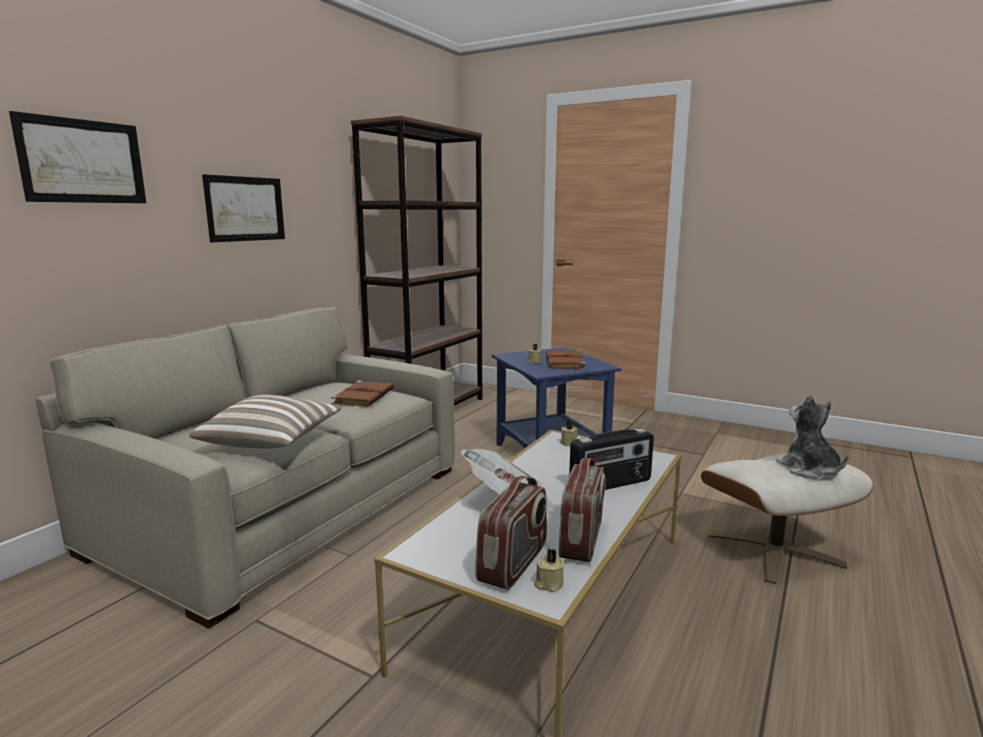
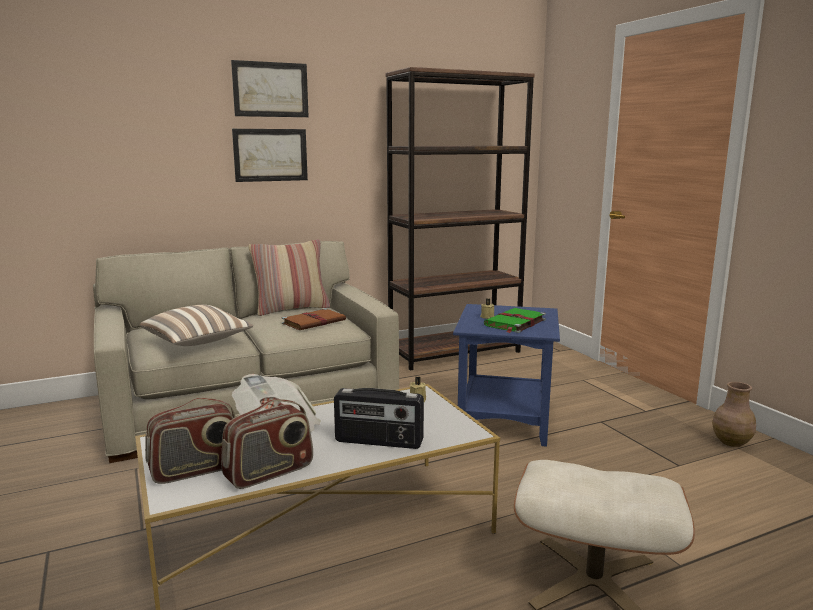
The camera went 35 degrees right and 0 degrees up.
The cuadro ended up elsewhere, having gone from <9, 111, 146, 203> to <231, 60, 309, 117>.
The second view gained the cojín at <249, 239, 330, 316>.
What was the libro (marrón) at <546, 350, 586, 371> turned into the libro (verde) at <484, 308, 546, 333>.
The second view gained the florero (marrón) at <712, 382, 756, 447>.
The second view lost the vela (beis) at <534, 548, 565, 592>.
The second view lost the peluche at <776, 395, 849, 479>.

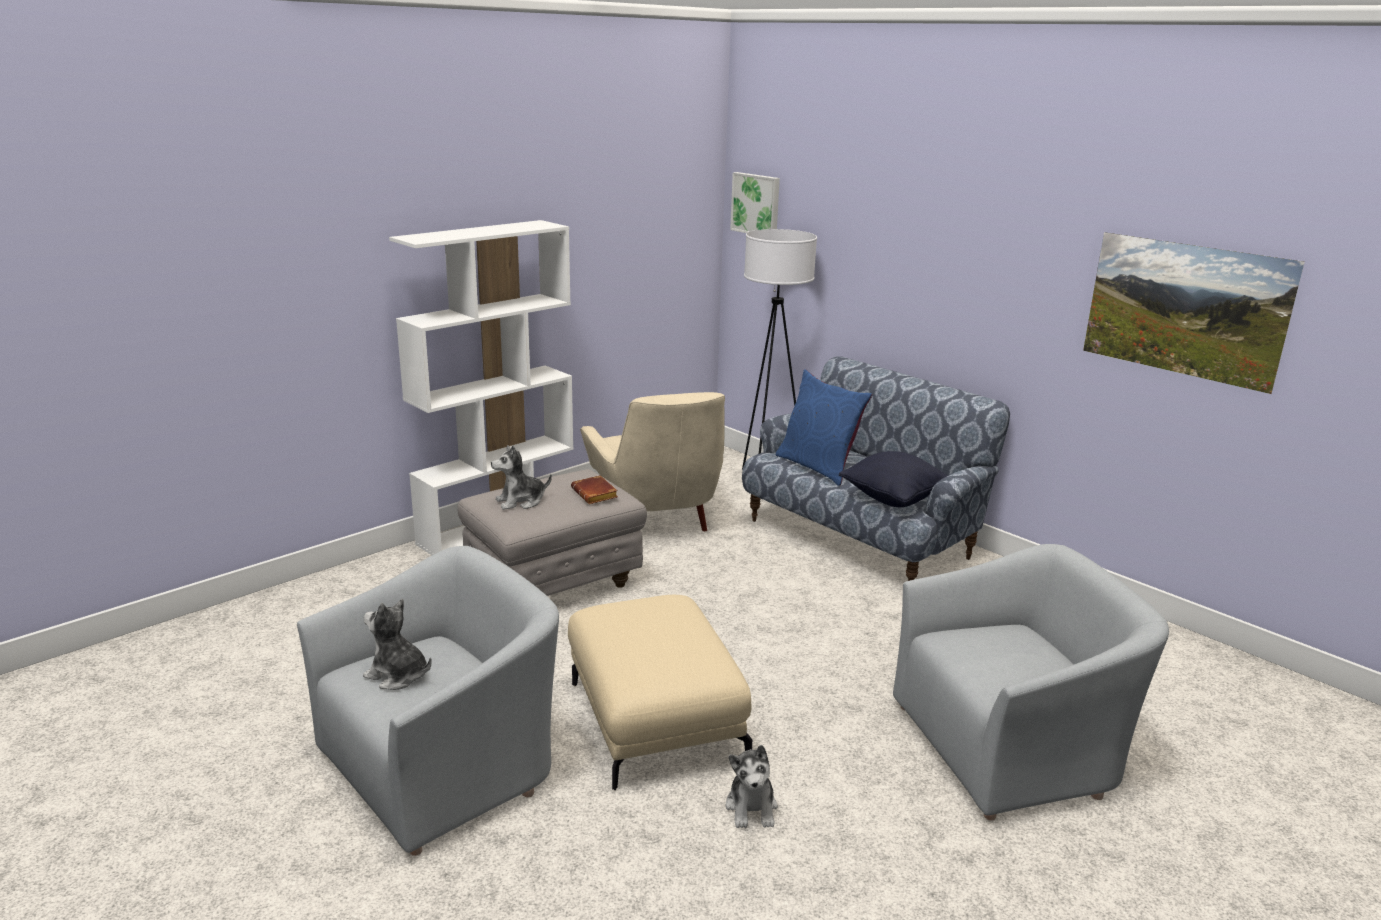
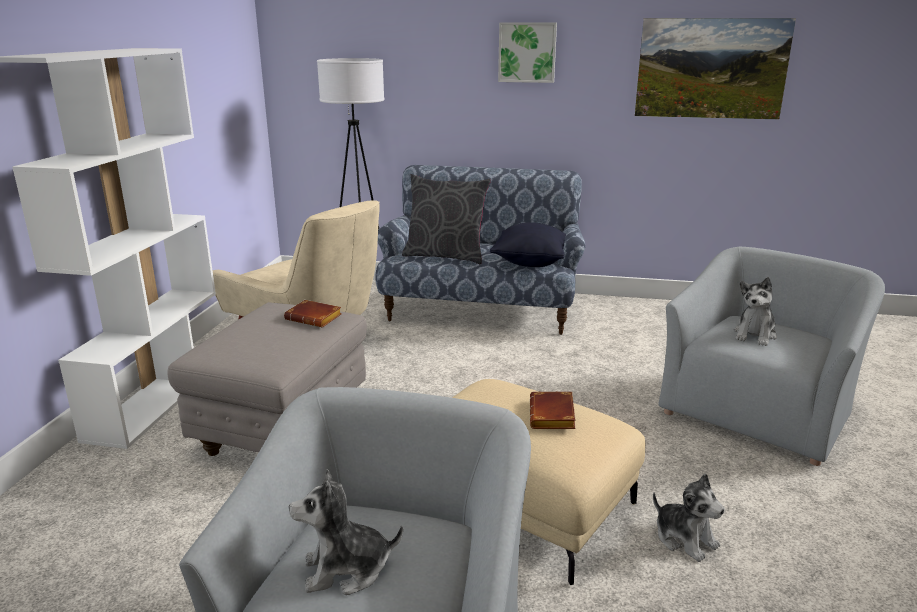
The camera went 35 degrees left and 0 degrees up.
What was the cojín (azul) at <776, 369, 872, 486> turned into the cojín (gris) at <402, 174, 491, 264>.
The cuadro ended up elsewhere, having gone from <730, 172, 780, 233> to <498, 22, 557, 83>.
The second view gained the libro (marrón) at <530, 391, 575, 429>.
The peluche ended up elsewhere, having gone from <491, 445, 552, 510> to <734, 277, 777, 346>.

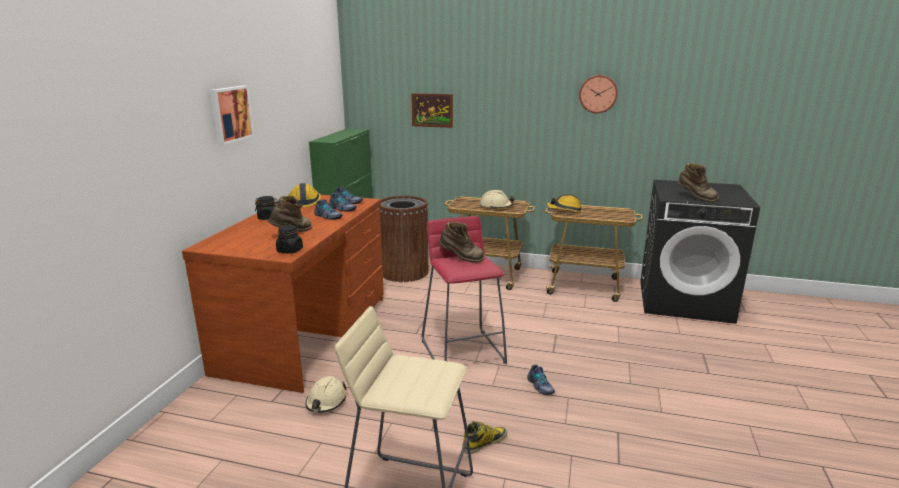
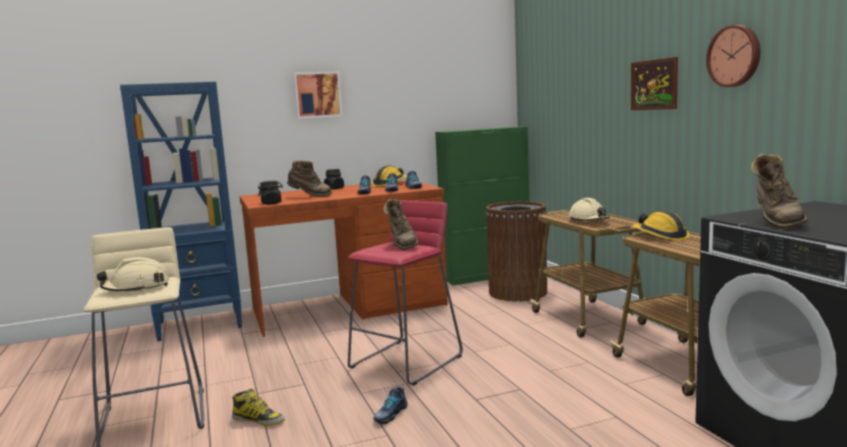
The camera went 55 degrees right and 10 degrees down.
The casco (beis) ended up elsewhere, having gone from <306, 376, 347, 413> to <96, 257, 170, 292>.
The second view gained the estantería (azul) at <120, 82, 242, 341>.
The cuadro ended up elsewhere, having gone from <411, 93, 453, 128> to <631, 57, 678, 110>.

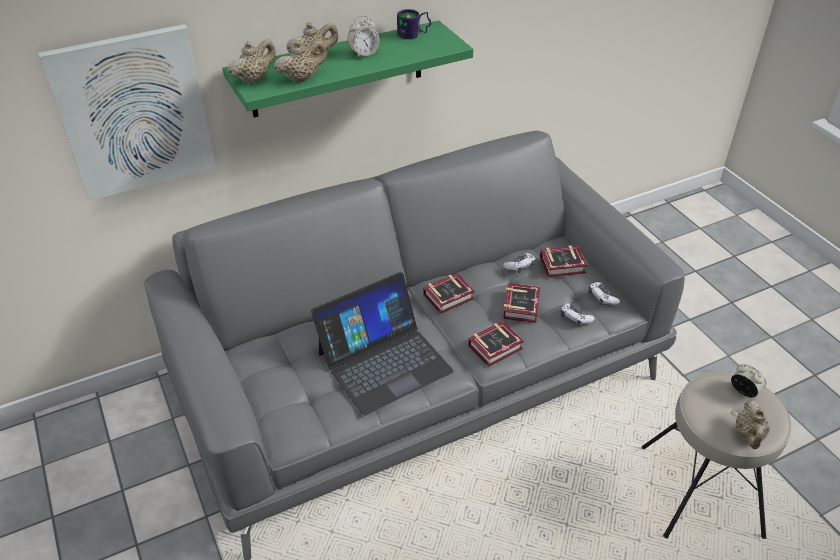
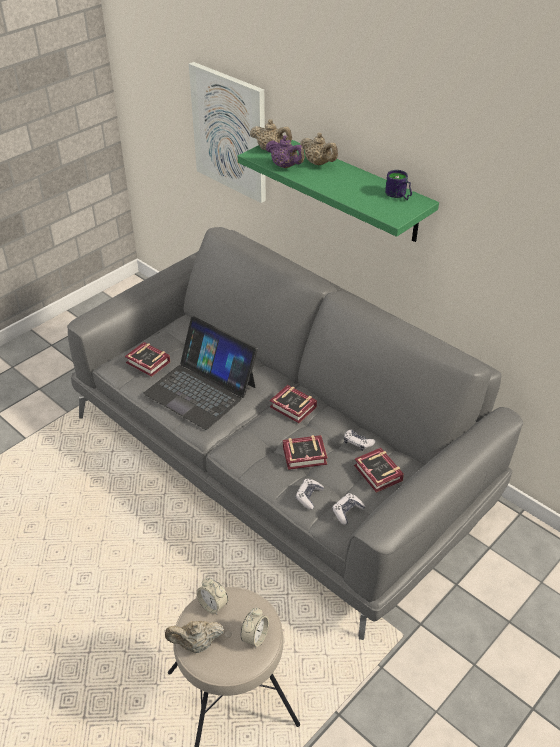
The camera went 70 degrees right and 0 degrees up.
The libro ended up elsewhere, having gone from <468, 321, 524, 367> to <125, 342, 170, 377>.
The despertador ended up elsewhere, having gone from <347, 16, 379, 58> to <196, 578, 228, 615>.
What was the tetera (beis) at <274, 40, 327, 82> turned into the tetera (morado) at <266, 135, 305, 168>.

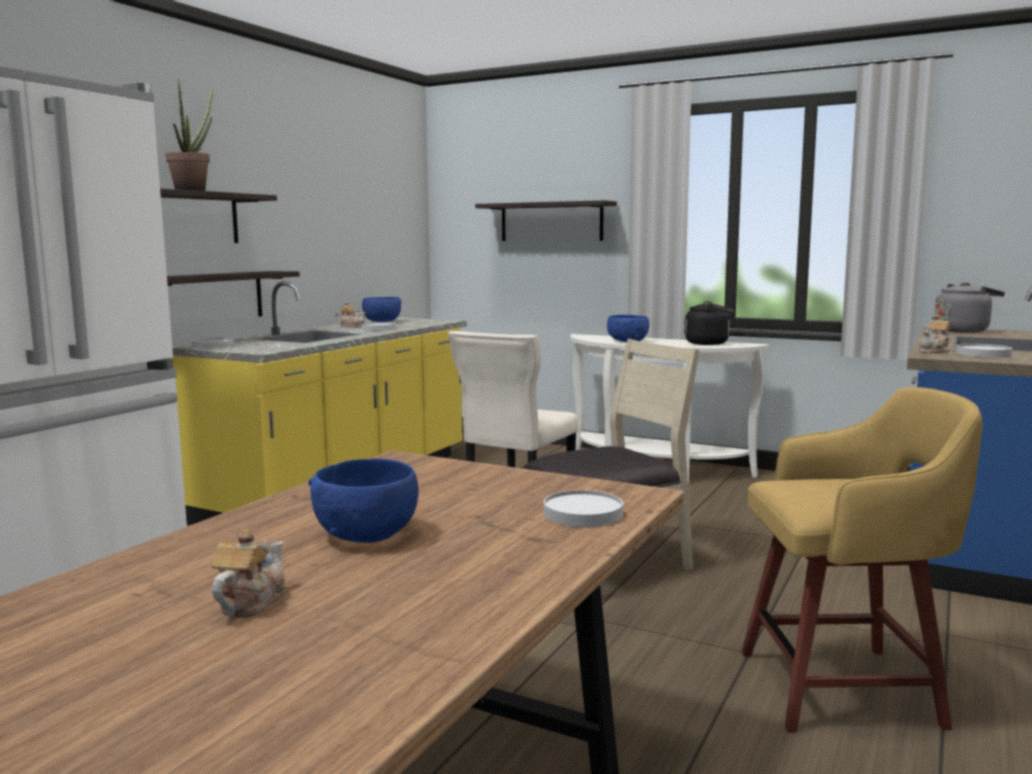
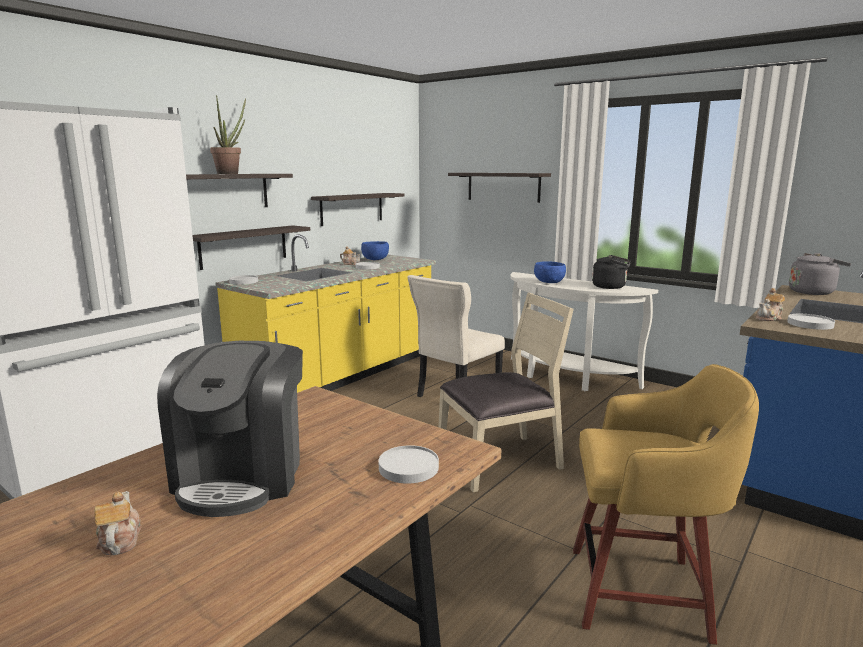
The camera went 10 degrees right and 5 degrees up.
The tetera at <212, 530, 286, 618> ended up facing another way, 45 degrees counterclockwise from before.
Where the cuenco (azul) stood at <308, 459, 418, 543>, the cafetera came to stand at <157, 341, 303, 517>.
The second view gained the estante at <311, 193, 404, 226>.

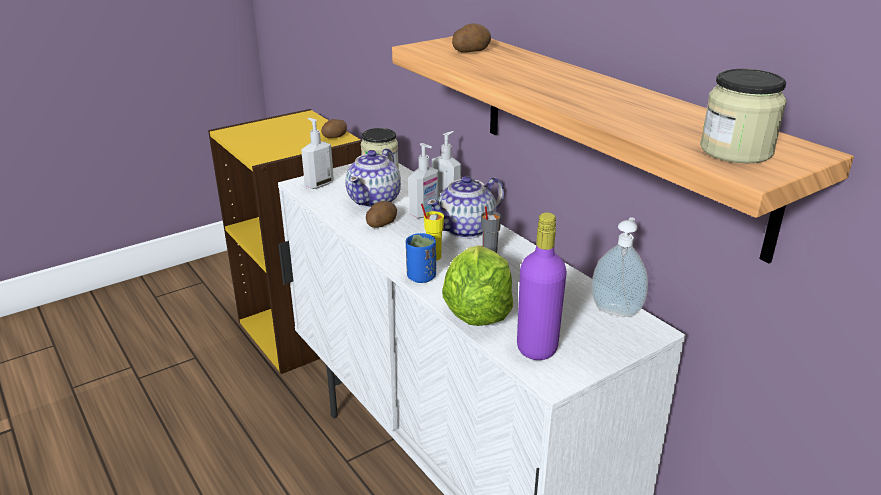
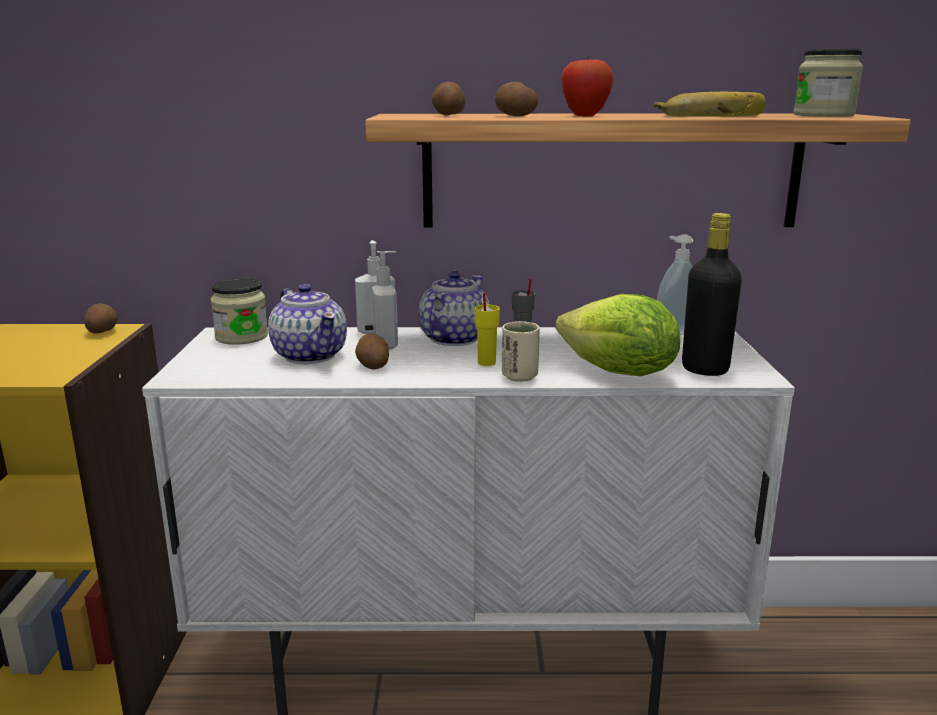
The camera went 55 degrees left and 10 degrees down.
The tetera at <426, 176, 504, 239> ended up facing another way, 150 degrees counterclockwise from before.
The second view gained the patata at <495, 82, 538, 116>.
What was the taza (azul) at <406, 233, 436, 283> turned into the taza (beis) at <502, 321, 540, 382>.
The second view gained the manzana at <561, 58, 614, 117>.
The second view gained the plátano at <654, 92, 766, 117>.
What was the botella (morado) at <517, 212, 567, 360> turned into the botella (negro) at <682, 213, 742, 376>.
The second view lost the dispensador de jabón at <301, 118, 334, 189>.

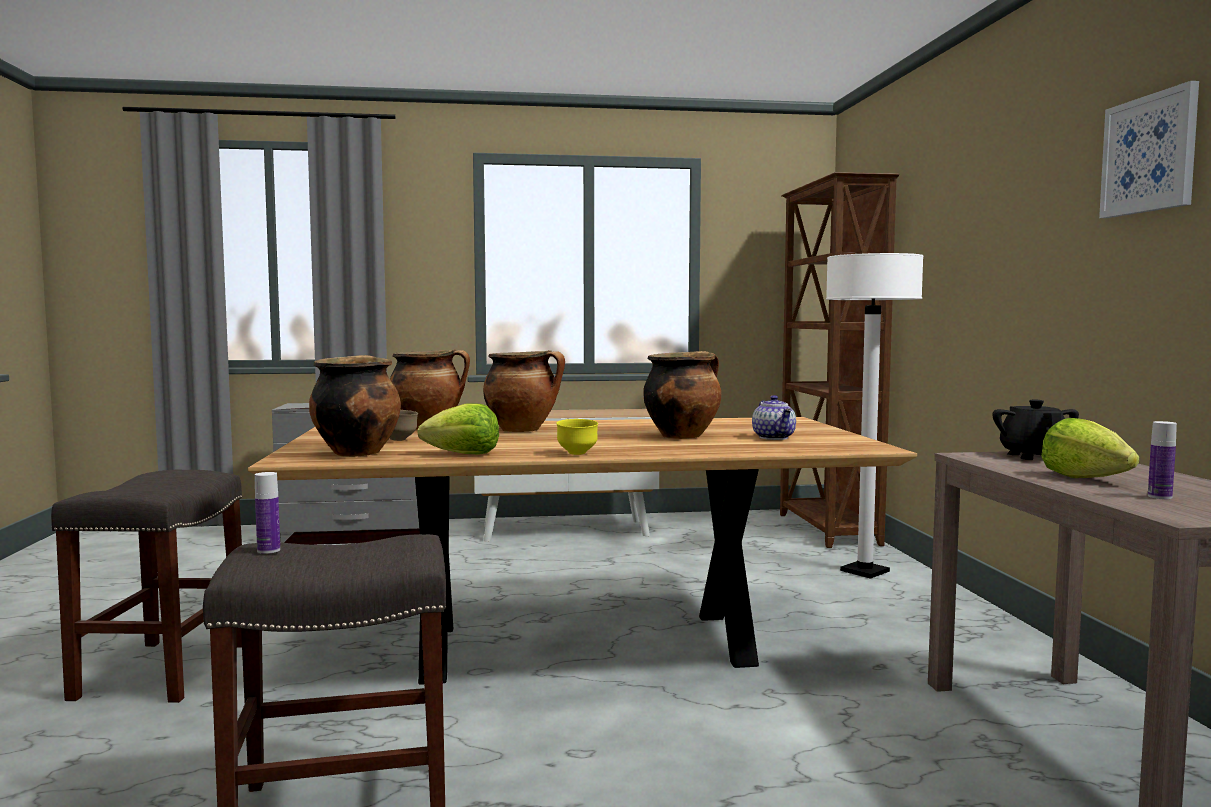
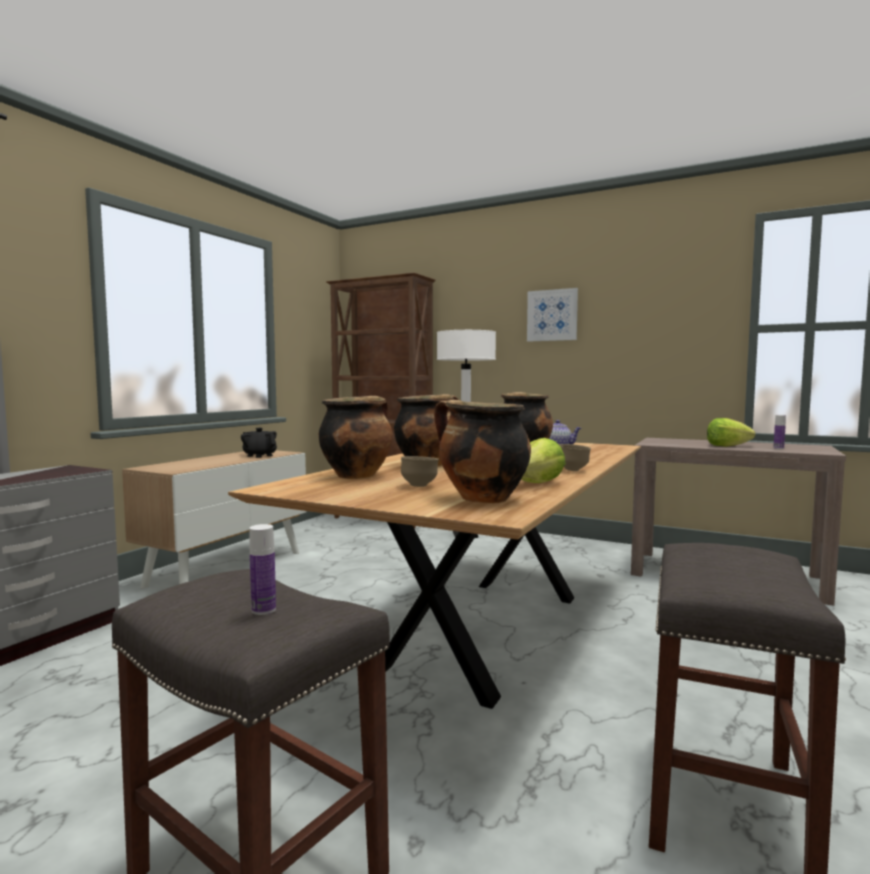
The camera went 55 degrees left and 0 degrees up.
The tetera (negro) ended up elsewhere, having gone from <992, 400, 1079, 460> to <241, 428, 277, 458>.
The botella ended up elsewhere, having gone from <255, 472, 280, 554> to <249, 524, 276, 615>.
The cuadro ended up elsewhere, having gone from <1099, 81, 1199, 218> to <527, 288, 578, 342>.
What was the cuenco (amarillo) at <556, 419, 598, 455> turned into the cuenco (marrón) at <558, 444, 591, 471>.

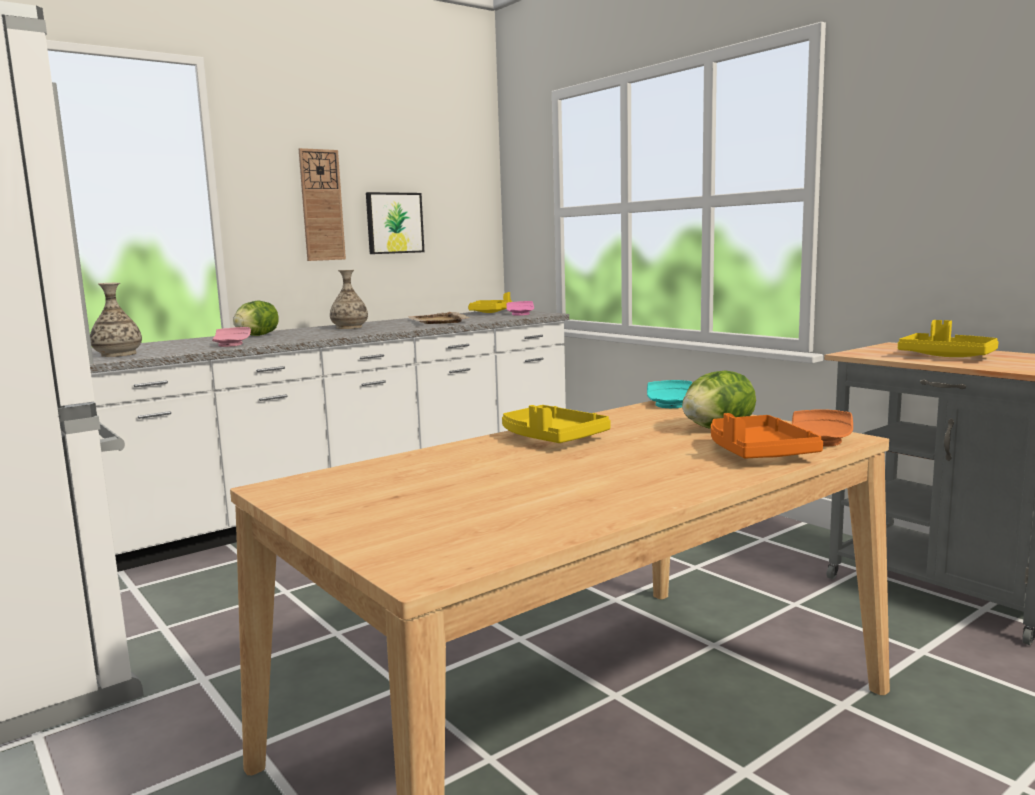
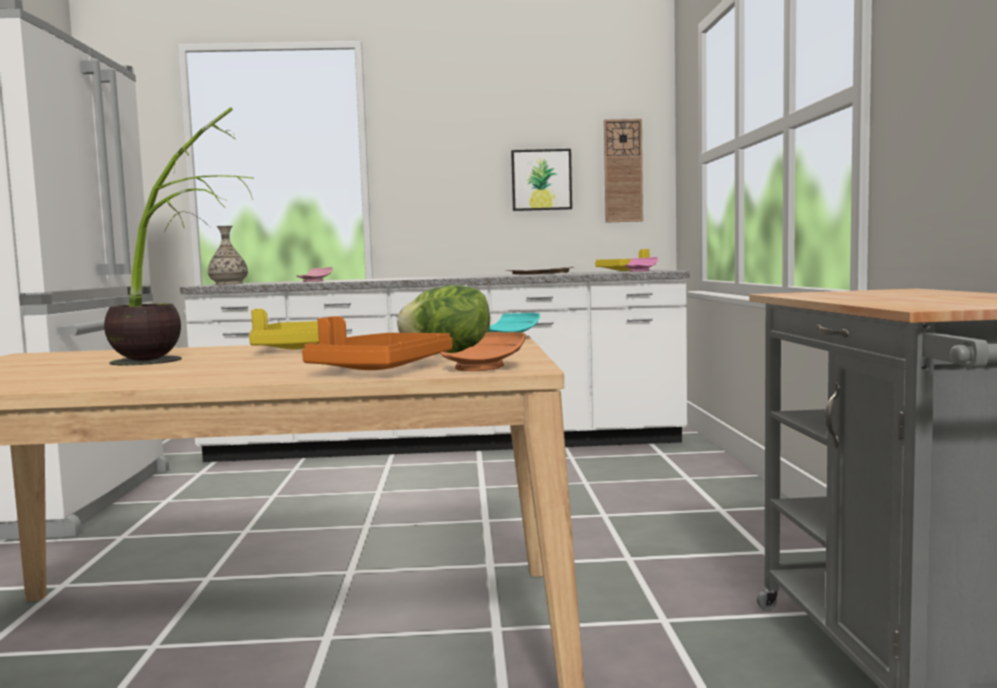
The camera went 35 degrees right and 5 degrees down.
The second view gained the planta en maceta at <104, 107, 254, 365>.
The reloj de pared ended up elsewhere, having gone from <299, 148, 346, 261> to <604, 119, 643, 223>.
The second view lost the lechuga at <233, 300, 279, 336>.
The second view lost the florero at <330, 270, 368, 329>.
The second view lost the bandeja (amarillo) at <898, 320, 999, 357>.

